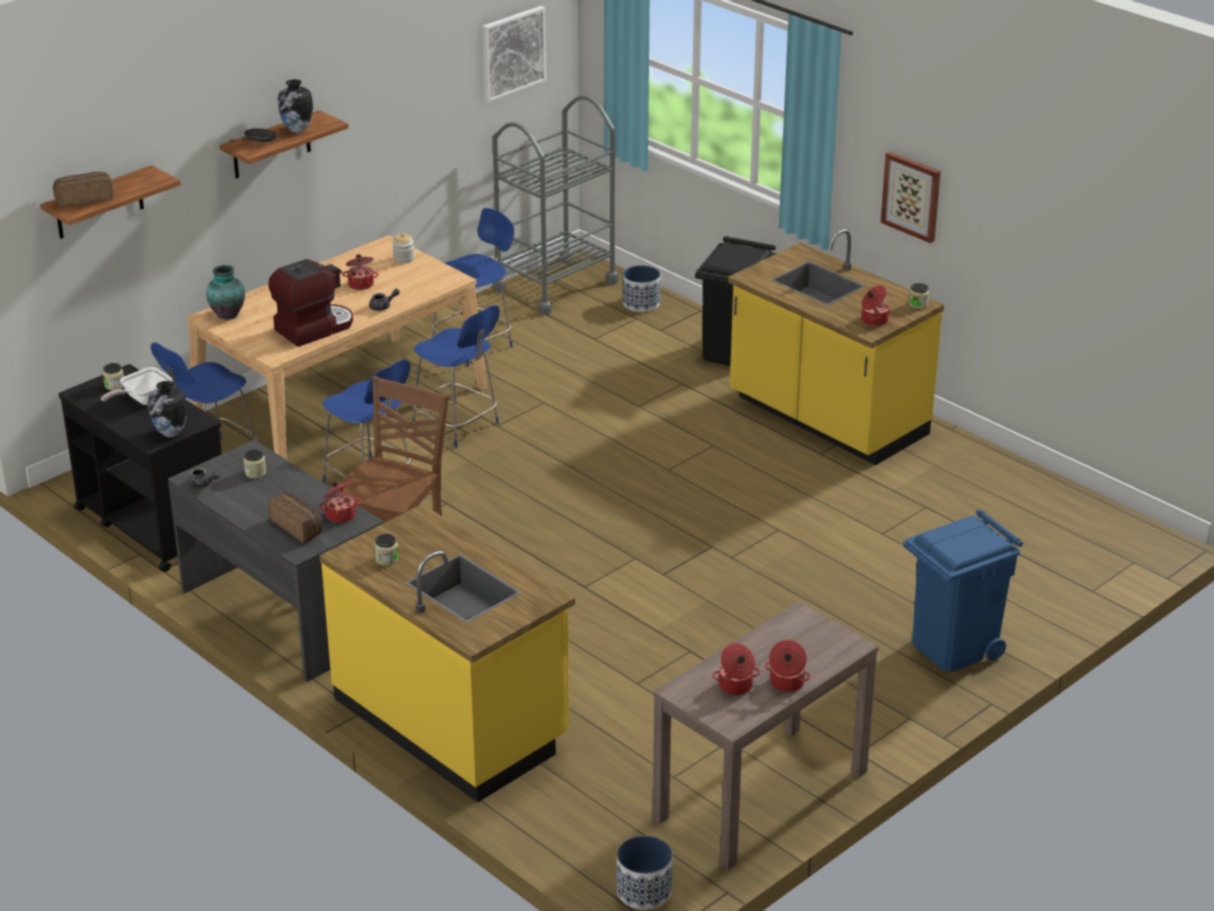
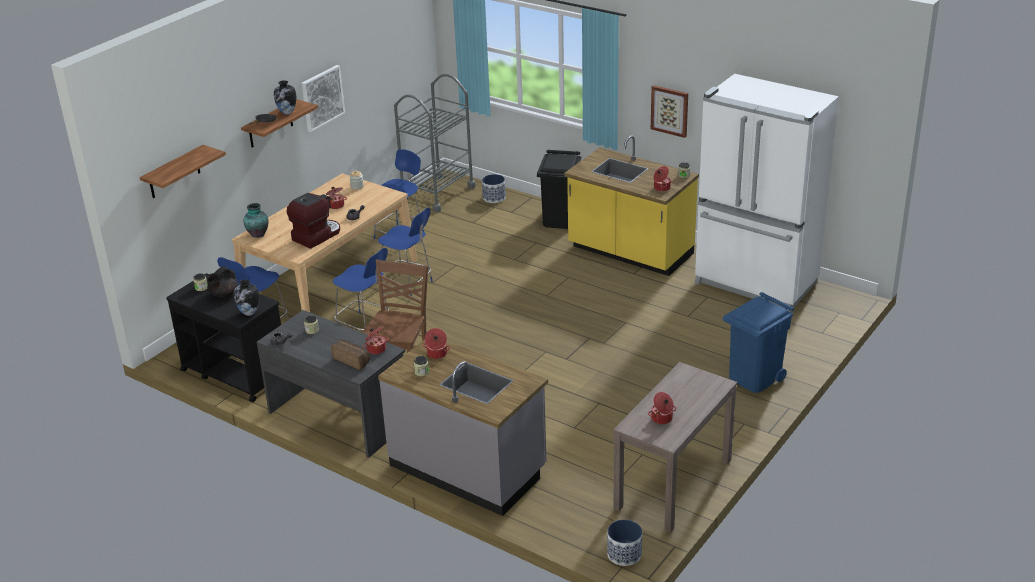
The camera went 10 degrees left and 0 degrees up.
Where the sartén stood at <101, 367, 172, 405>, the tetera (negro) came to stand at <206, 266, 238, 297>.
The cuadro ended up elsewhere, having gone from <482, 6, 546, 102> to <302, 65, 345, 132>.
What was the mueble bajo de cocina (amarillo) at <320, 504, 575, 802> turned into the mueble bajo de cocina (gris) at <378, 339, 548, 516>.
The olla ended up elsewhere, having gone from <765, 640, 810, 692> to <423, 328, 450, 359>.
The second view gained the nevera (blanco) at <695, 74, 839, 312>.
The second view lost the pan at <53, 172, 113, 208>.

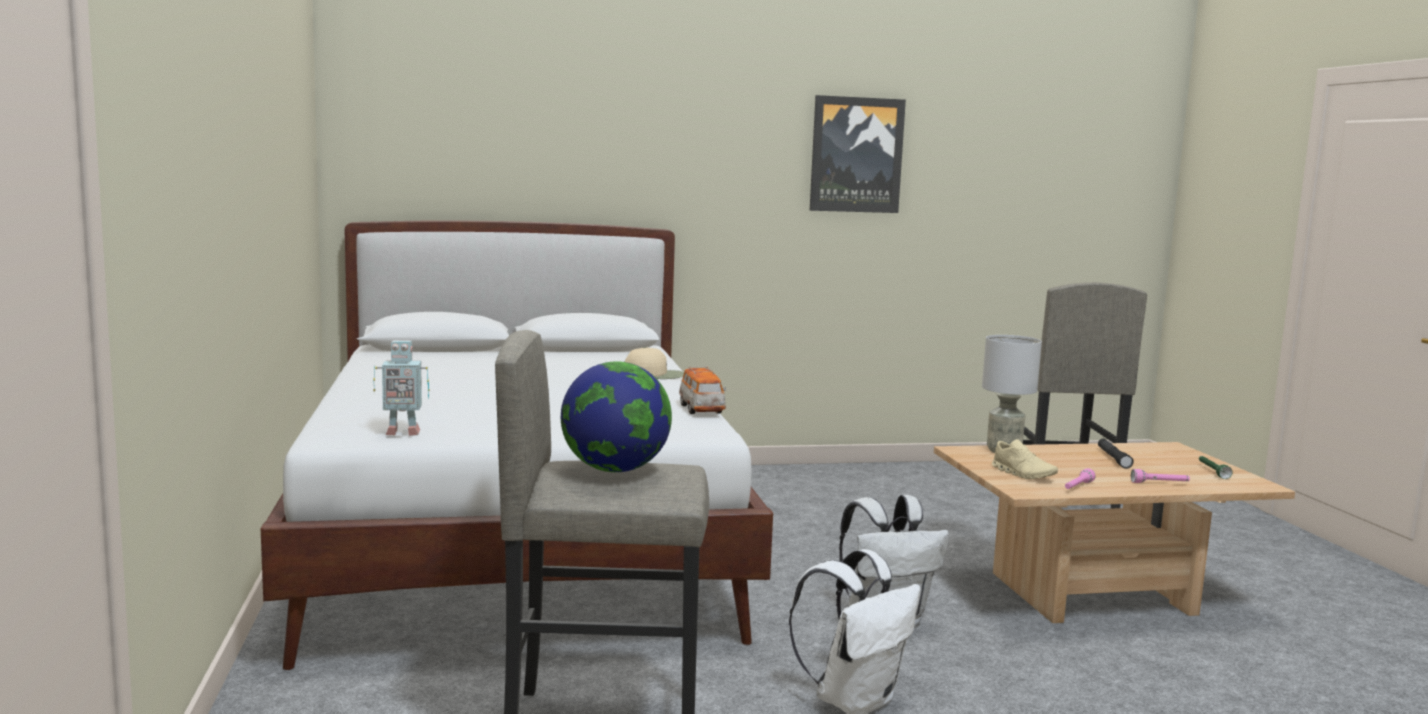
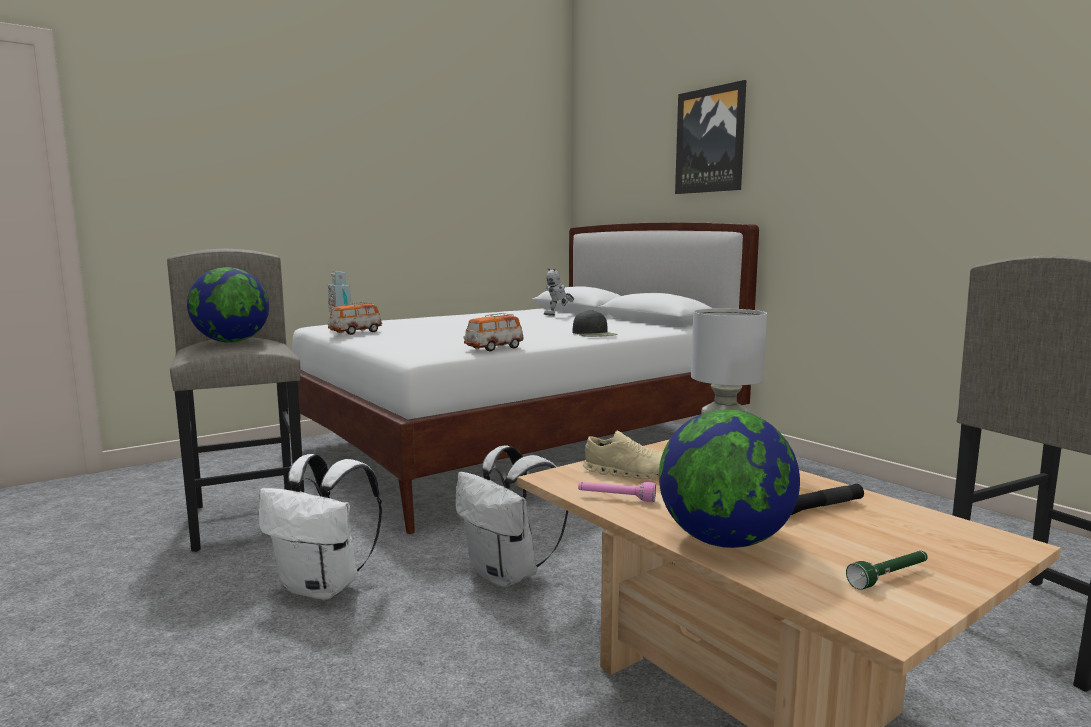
The camera went 65 degrees right and 0 degrees up.
The second view gained the coche de juguete at <327, 302, 382, 335>.
The second view gained the robot de juguete at <544, 268, 574, 316>.
What was the gorra (beis) at <625, 347, 684, 379> turned into the gorra (negro) at <573, 310, 617, 337>.
The zapato (beis) at <992, 439, 1058, 479> ended up facing another way, 105 degrees counterclockwise from before.
Where the linterna (rosa) stood at <1131, 469, 1190, 483>, the globo terráqueo came to stand at <659, 409, 800, 548>.
The cuadro ended up elsewhere, having gone from <810, 95, 906, 213> to <675, 80, 746, 194>.

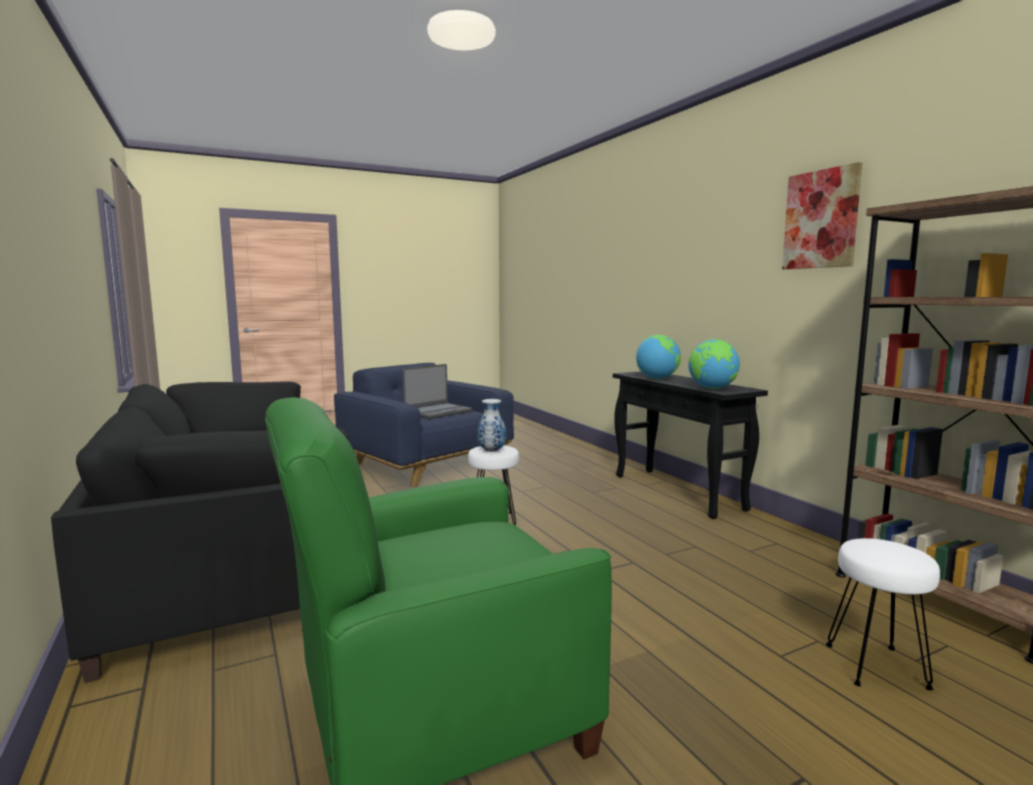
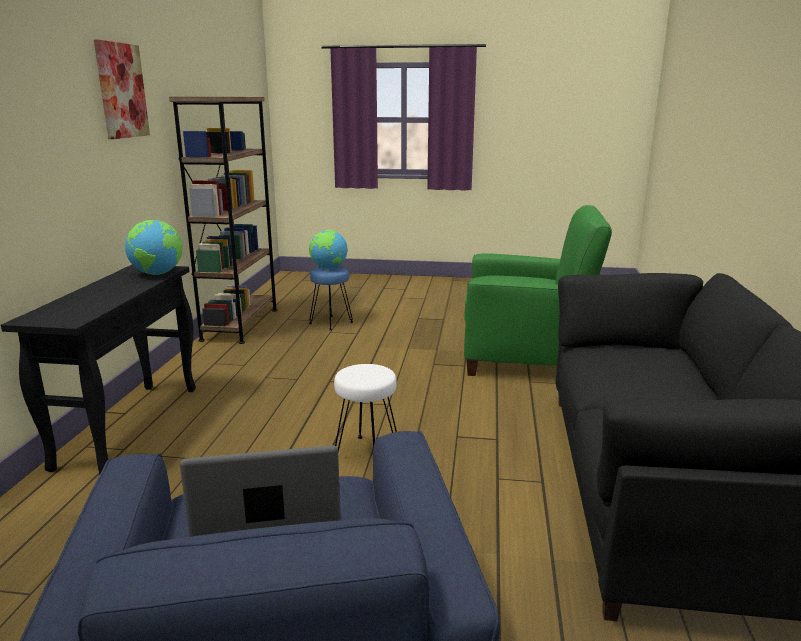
The camera went 145 degrees left and 10 degrees up.
The globo terráqueo ended up elsewhere, having gone from <636, 335, 681, 379> to <309, 230, 348, 269>.
What was the taburete (blanco) at <826, 538, 940, 690> turned into the taburete (azul) at <309, 266, 353, 330>.
The second view lost the florero at <477, 399, 506, 452>.

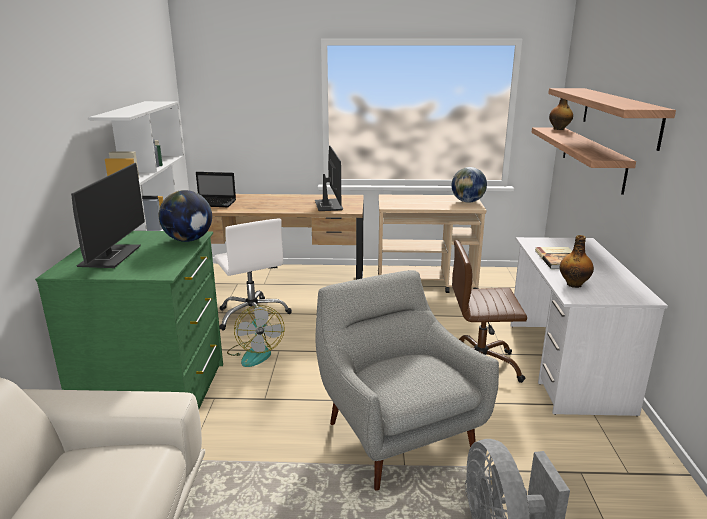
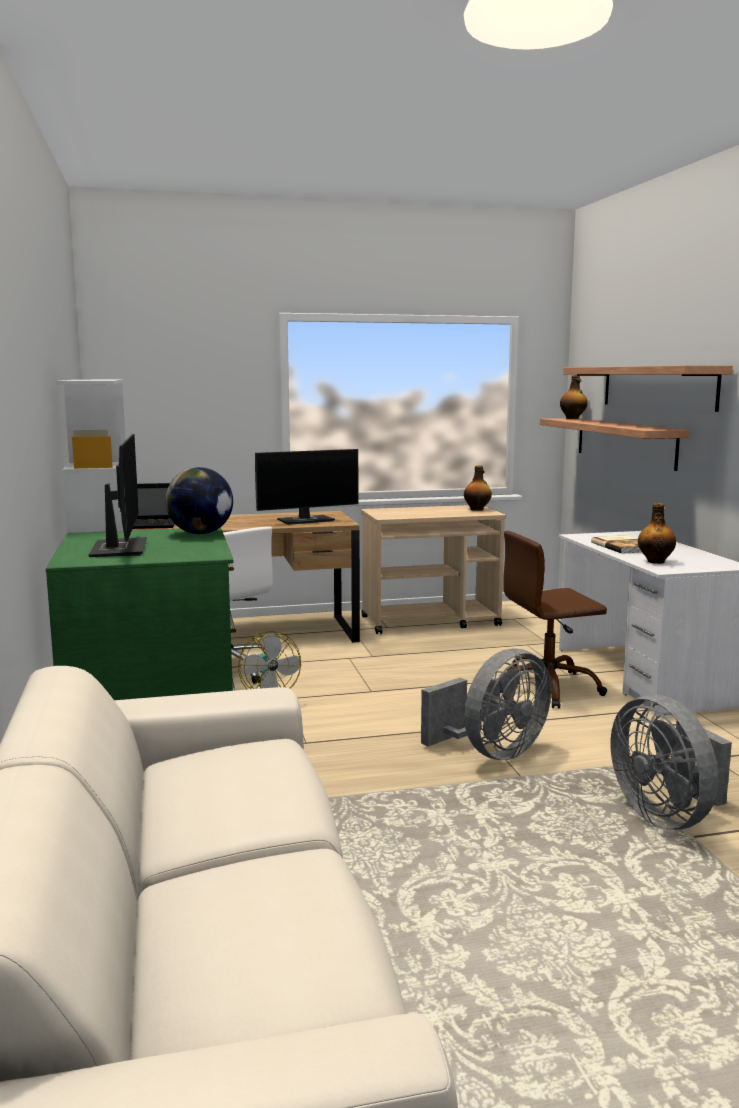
The camera went 15 degrees left and 10 degrees down.
The monitor at <315, 145, 343, 211> ended up facing another way, 90 degrees clockwise from before.
Where the sillón (gris) stood at <315, 270, 499, 491>, the ventilador (gris) came to stand at <421, 648, 551, 760>.
Where the globo terráqueo stood at <451, 167, 487, 203>, the botella came to stand at <464, 466, 492, 511>.

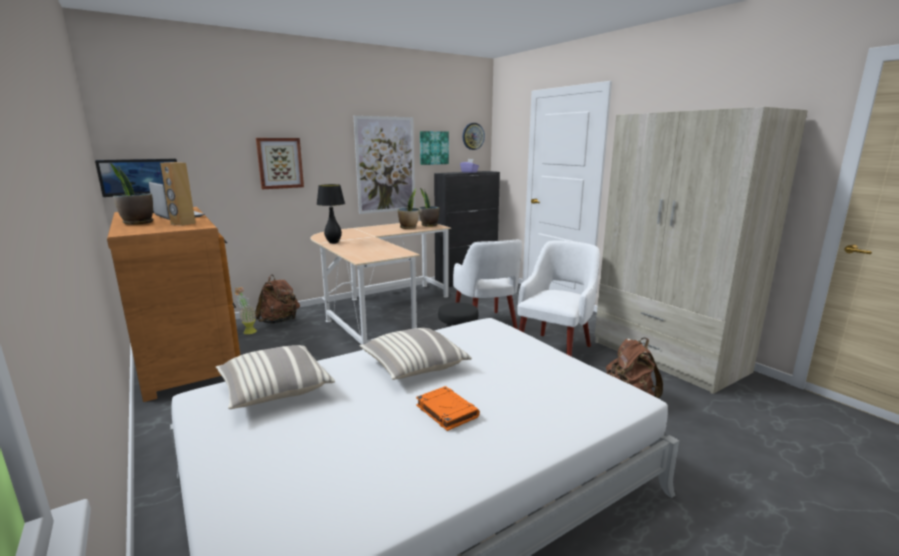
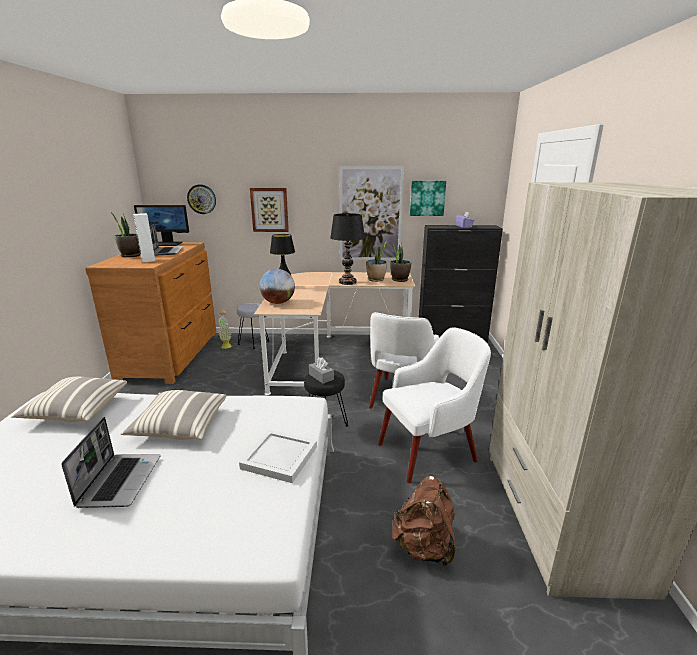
The camera went 35 degrees right and 5 degrees up.
Where the libro (naranja) stood at <416, 386, 480, 431>, the portátil came to stand at <61, 417, 161, 508>.
What was the altavoz (marrón) at <160, 162, 196, 226> turned into the altavoz (blanco) at <133, 213, 155, 262>.
The reloj de pared ended up elsewhere, having gone from <463, 123, 485, 150> to <187, 184, 216, 214>.
Where the mochila (marrón) stood at <255, 275, 300, 324>, the taburete (gris) came to stand at <237, 303, 269, 349>.
The second view gained the bandeja (blanco) at <239, 430, 317, 483>.
The second view gained the globo terráqueo at <259, 269, 295, 304>.
The second view gained the caja de pañuelos (gris) at <309, 357, 334, 384>.
The second view gained the lámpara de mesa (negro) at <330, 213, 365, 285>.

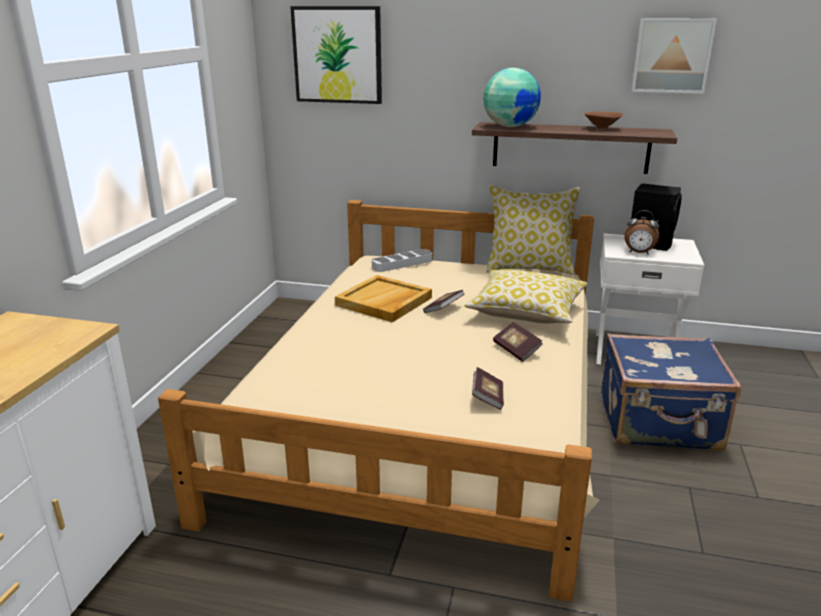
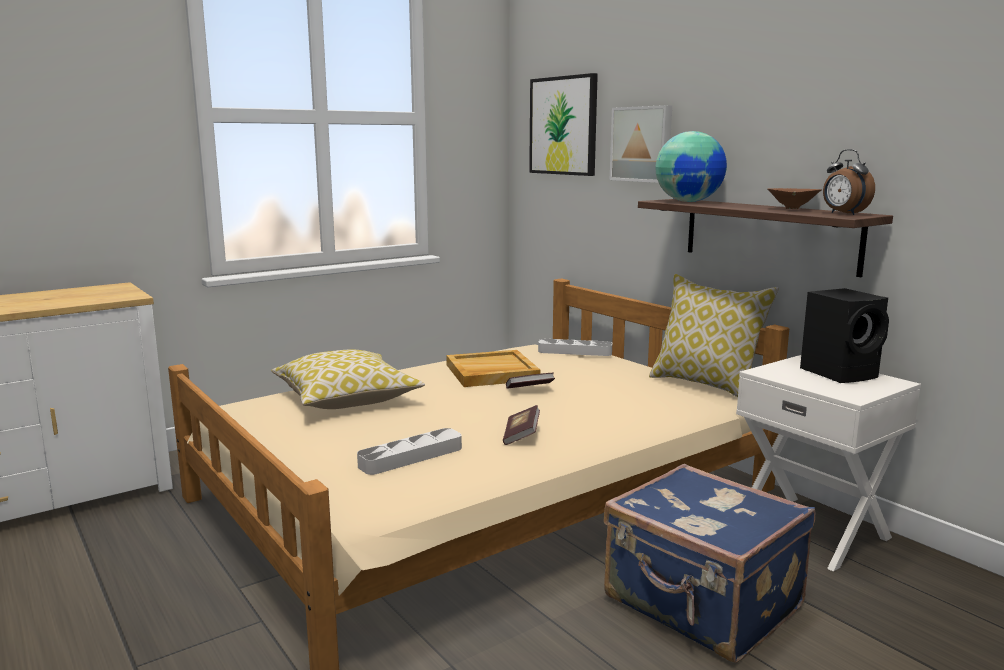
The camera went 40 degrees right and 10 degrees down.
The cojín ended up elsewhere, having gone from <464, 269, 588, 323> to <271, 349, 425, 409>.
Where the libro stood at <472, 367, 504, 410>, the bandeja (gris) came to stand at <357, 428, 462, 475>.
The cuadro ended up elsewhere, having gone from <631, 18, 717, 94> to <610, 105, 672, 183>.
The despertador ended up elsewhere, having gone from <624, 210, 659, 255> to <823, 149, 875, 215>.

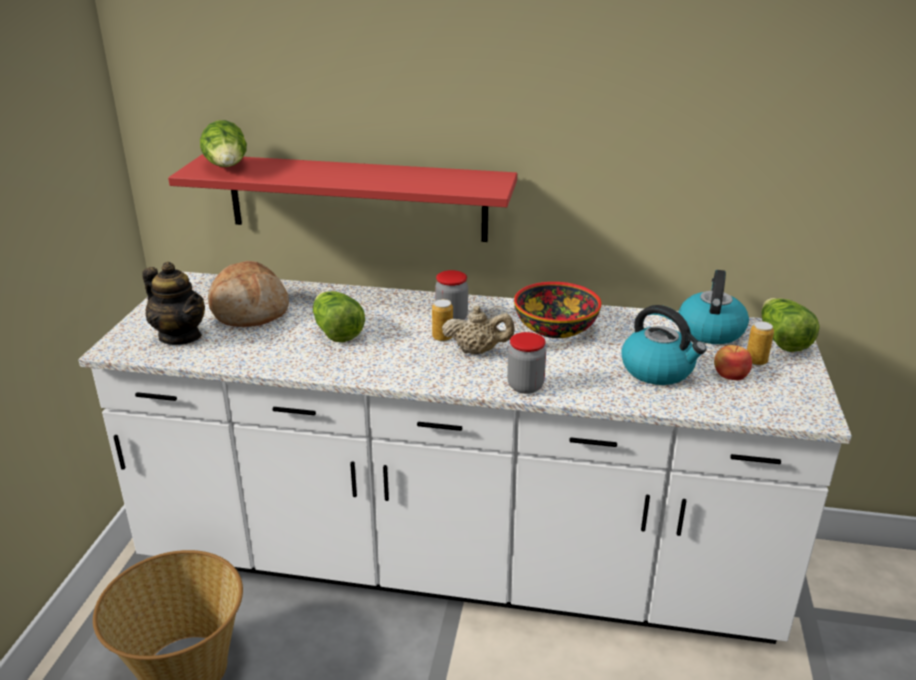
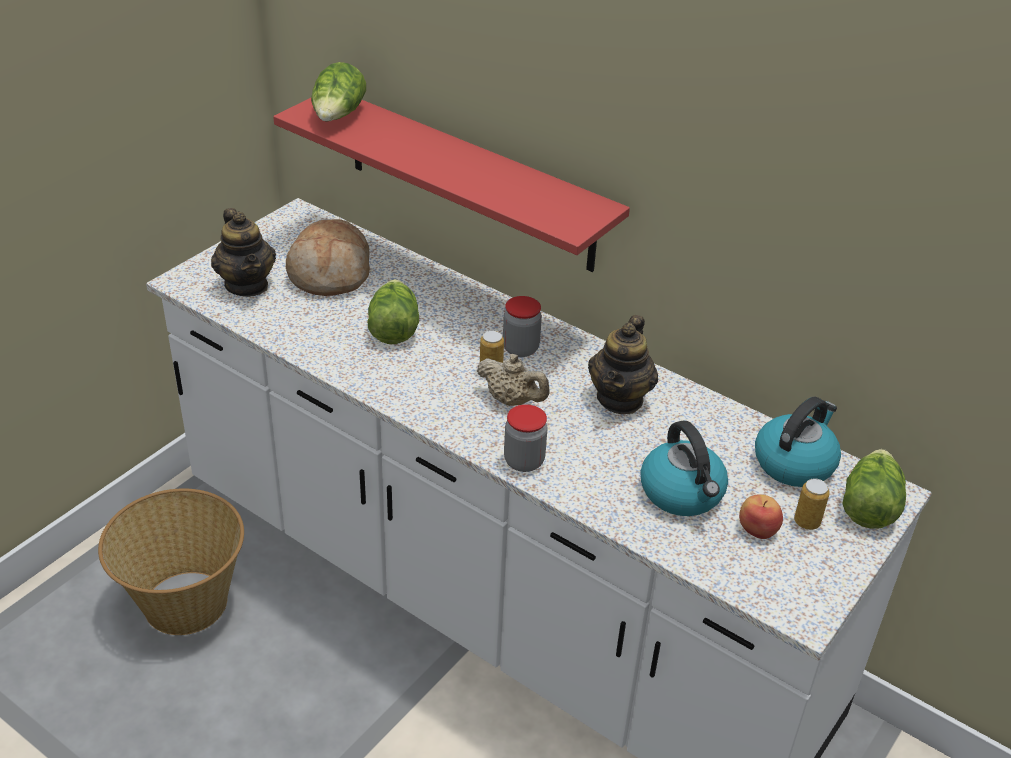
The camera went 25 degrees right and 10 degrees up.
Where the cuenco stood at <514, 282, 601, 338>, the tetera came to stand at <588, 315, 658, 414>.

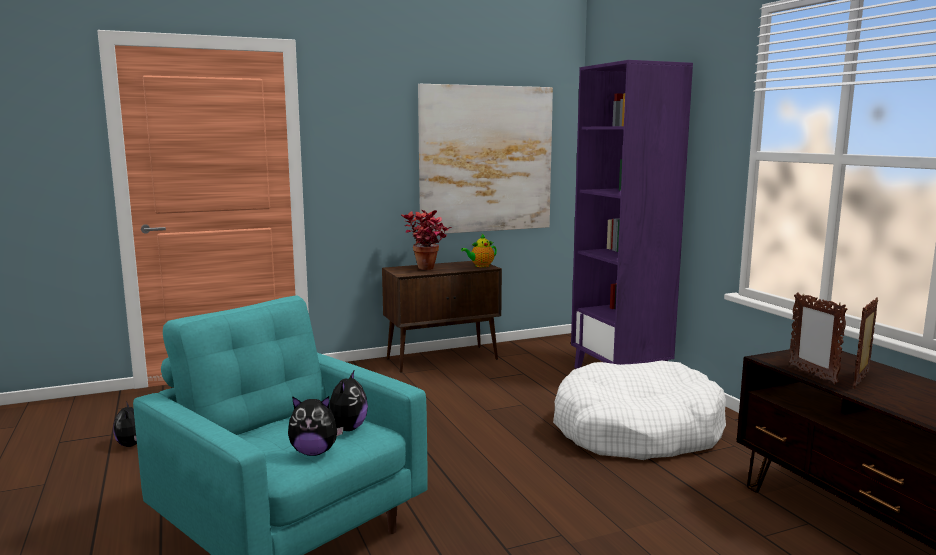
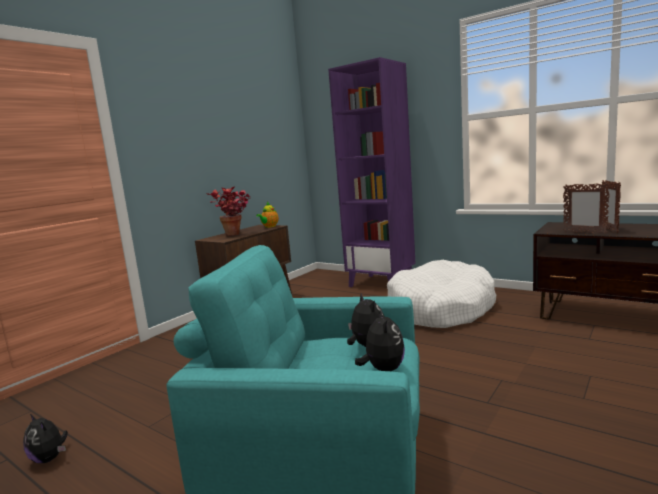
The camera went 30 degrees left and 0 degrees up.
The peluche at <288, 396, 344, 456> ended up facing another way, 60 degrees counterclockwise from before.
The second view lost the cuadro at <418, 84, 553, 234>.

